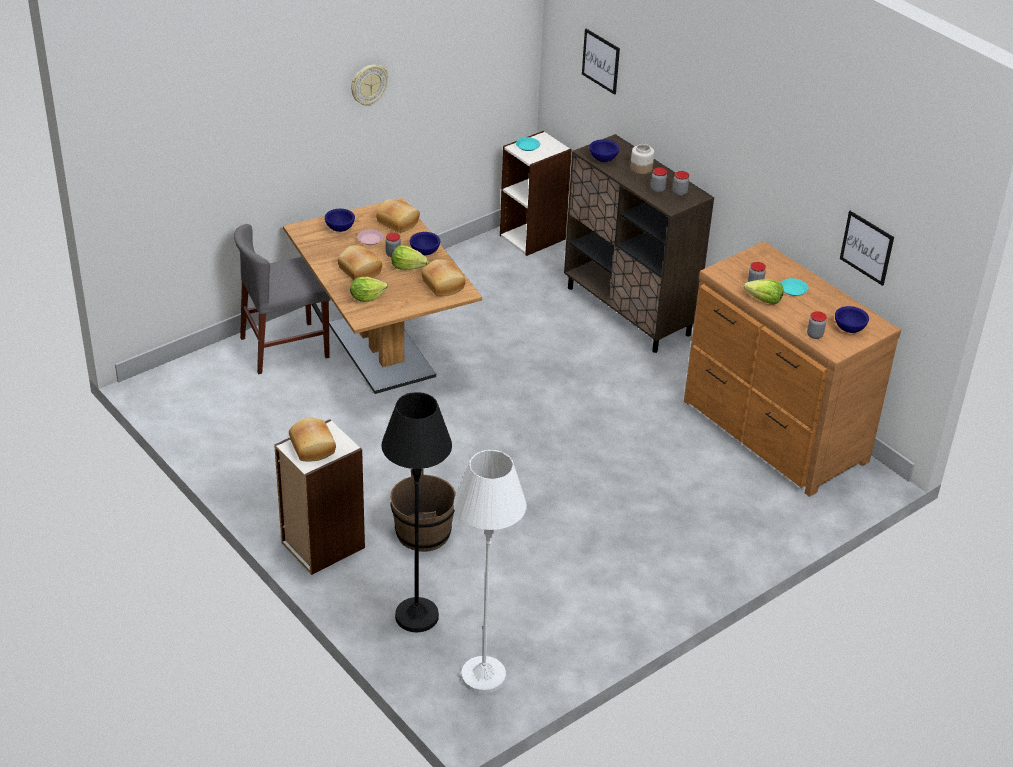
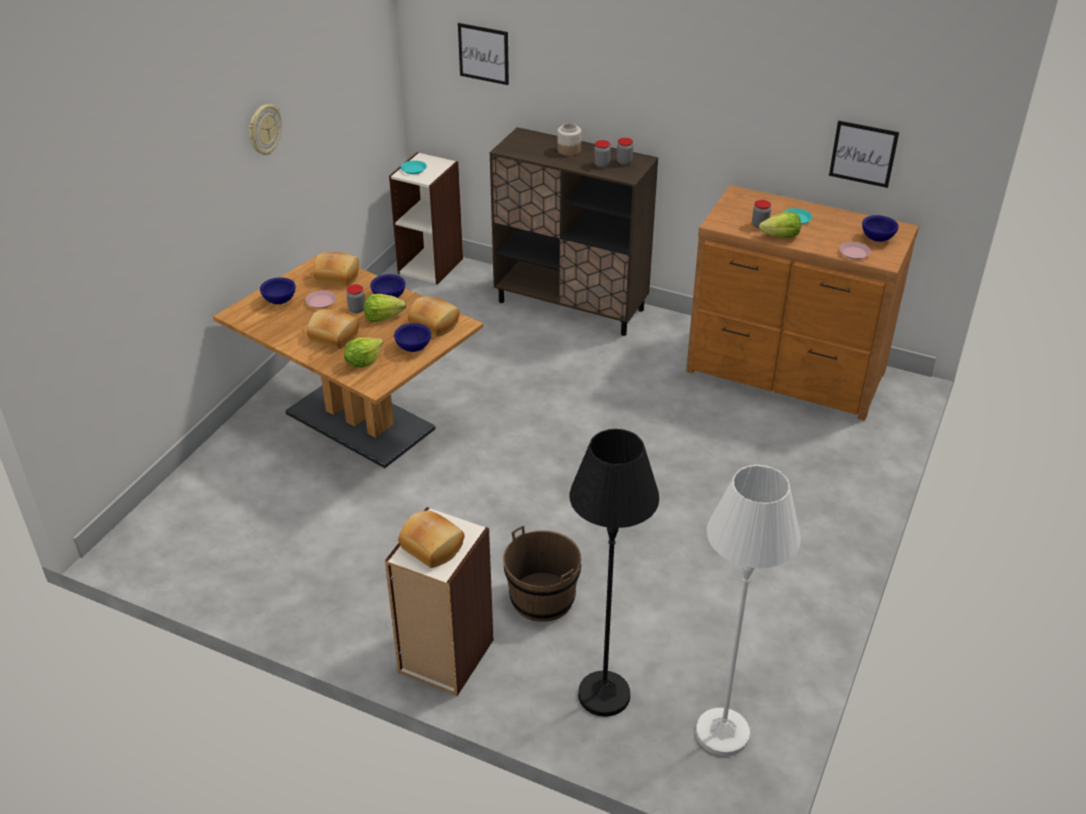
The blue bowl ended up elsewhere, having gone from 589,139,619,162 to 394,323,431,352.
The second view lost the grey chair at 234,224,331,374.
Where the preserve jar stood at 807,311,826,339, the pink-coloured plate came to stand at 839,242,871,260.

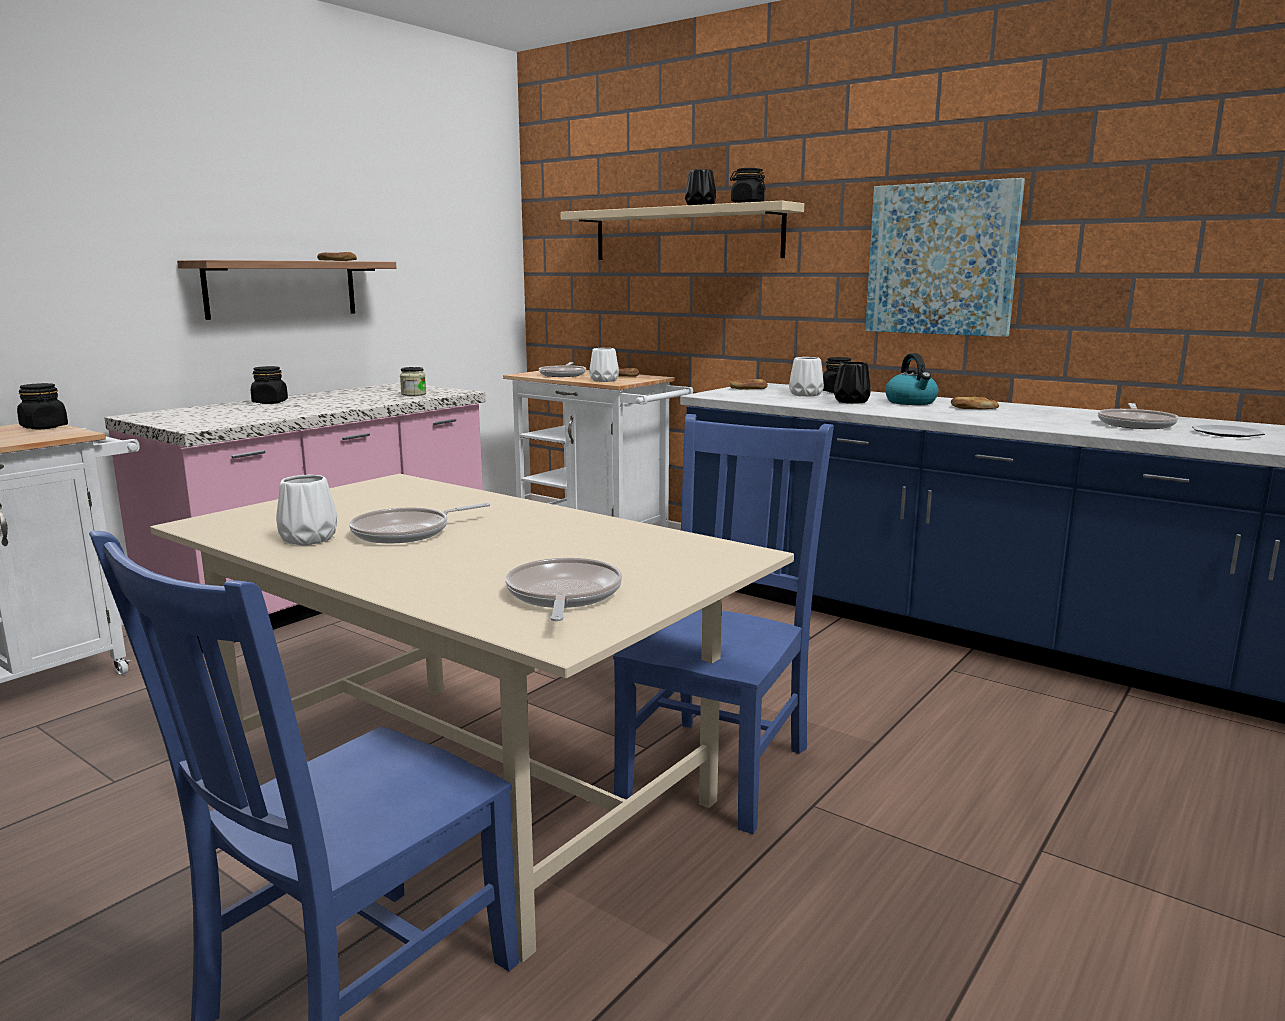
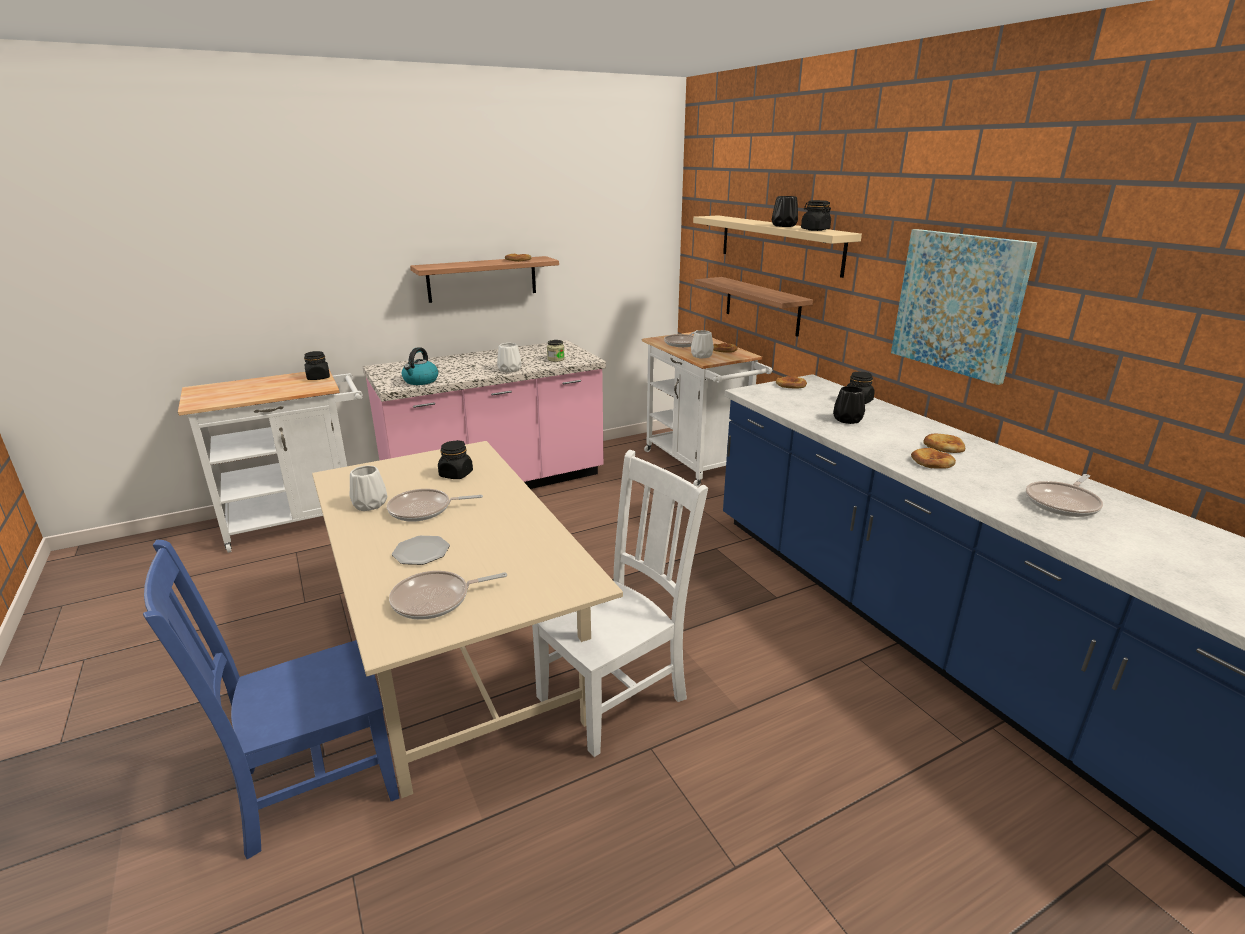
The tea kettle ended up elsewhere, having gone from 885,353,938,405 to 402,347,438,385.
The white-coloured vase ended up elsewhere, having gone from 789,357,824,396 to 497,343,522,373.
The blackish preserve jar ended up elsewhere, having gone from 251,366,288,404 to 438,440,473,479.
What was the blue chair at 613,414,834,834 turned into the white-coloured chair at 532,450,708,757.
The plate ended up elsewhere, having gone from 1192,424,1265,437 to 392,536,450,565.
The skillet at 505,558,622,621 ended up facing another way, 135 degrees counterclockwise from before.
The second view gained the shelf at 694,277,813,337.
The second view gained the bread at 911,448,956,469.

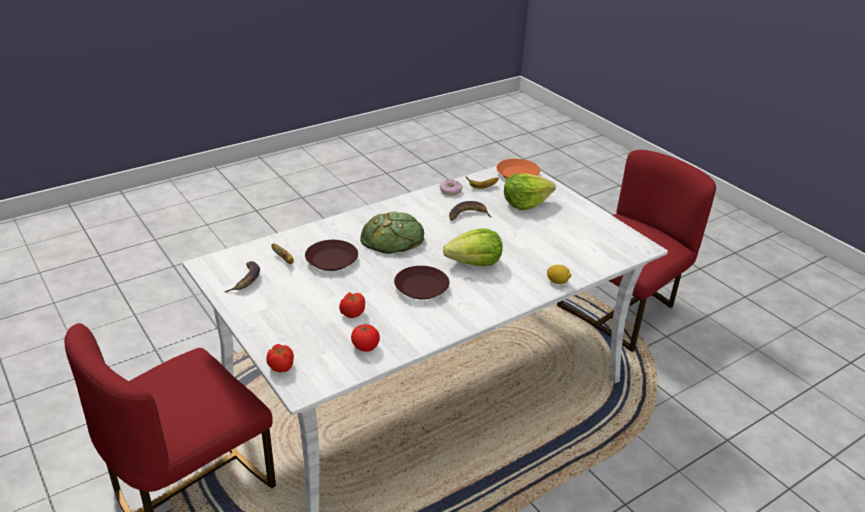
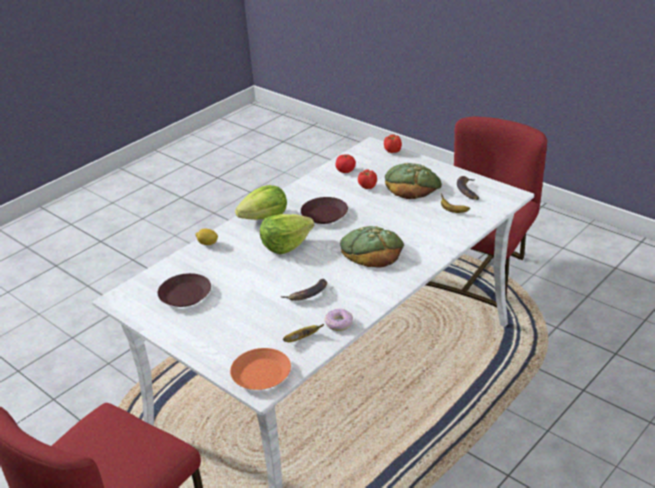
The lettuce ended up elsewhere, having gone from 504,174,556,210 to 235,185,287,220.
The brown plate ended up elsewhere, having gone from 305,240,358,271 to 158,273,211,307.
The second view gained the bread at 385,163,442,199.

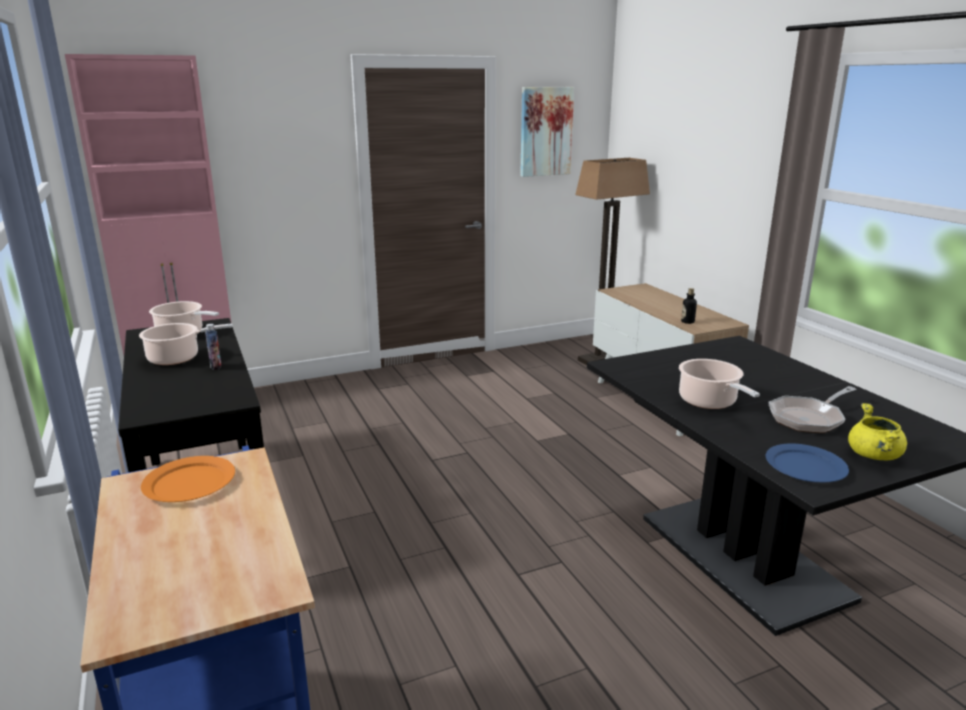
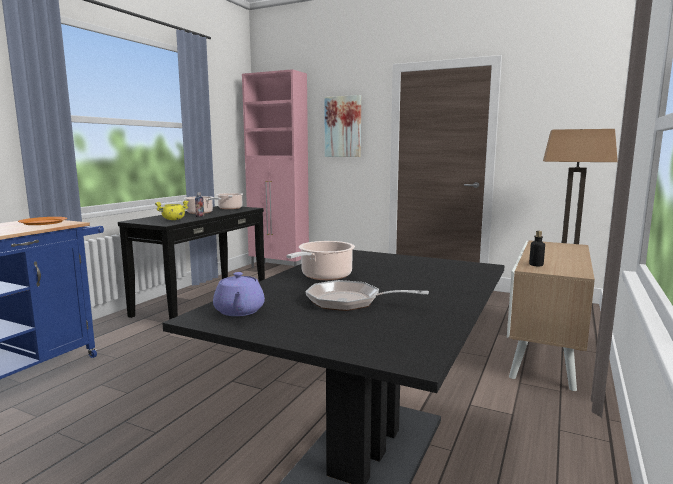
The wall picture ended up elsewhere, having gone from 520,87,574,177 to 324,95,361,157.
The yellow stockpot ended up elsewhere, having gone from 848,403,907,460 to 155,200,189,220.
Where the blue plate stood at 766,443,849,482, the purple pot for tea came to stand at 213,272,265,316.

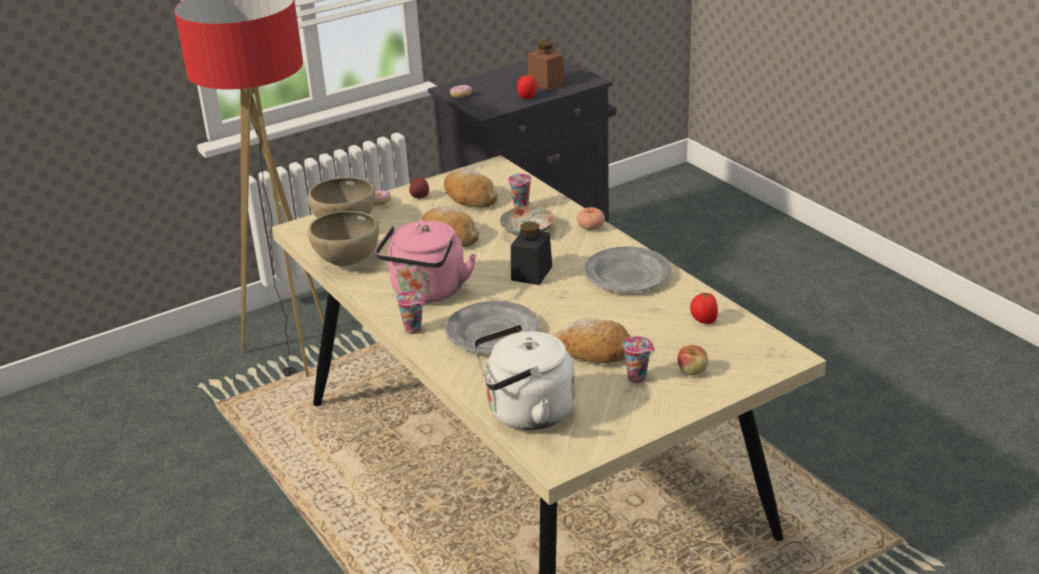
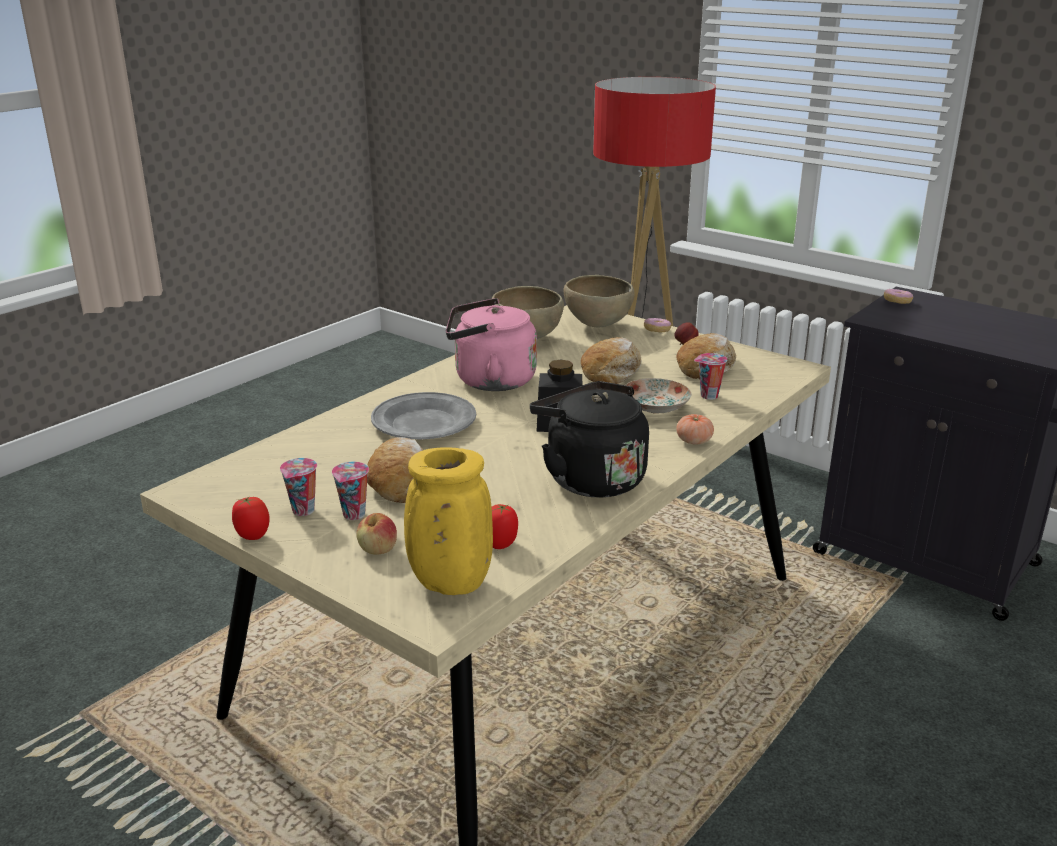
The second view lost the brown preserve jar at 528,41,565,91.
The whole tomato ended up elsewhere, having gone from 517,75,537,99 to 232,497,269,540.
Where the grey plate stood at 583,246,671,292, the blackish tea kettle came to stand at 530,381,649,498.
The small cup ended up elsewhere, having gone from 396,290,425,334 to 280,458,317,516.
The second view lost the white-coloured tea kettle at 474,325,575,430.
The second view gained the yellow vase at 404,447,493,595.

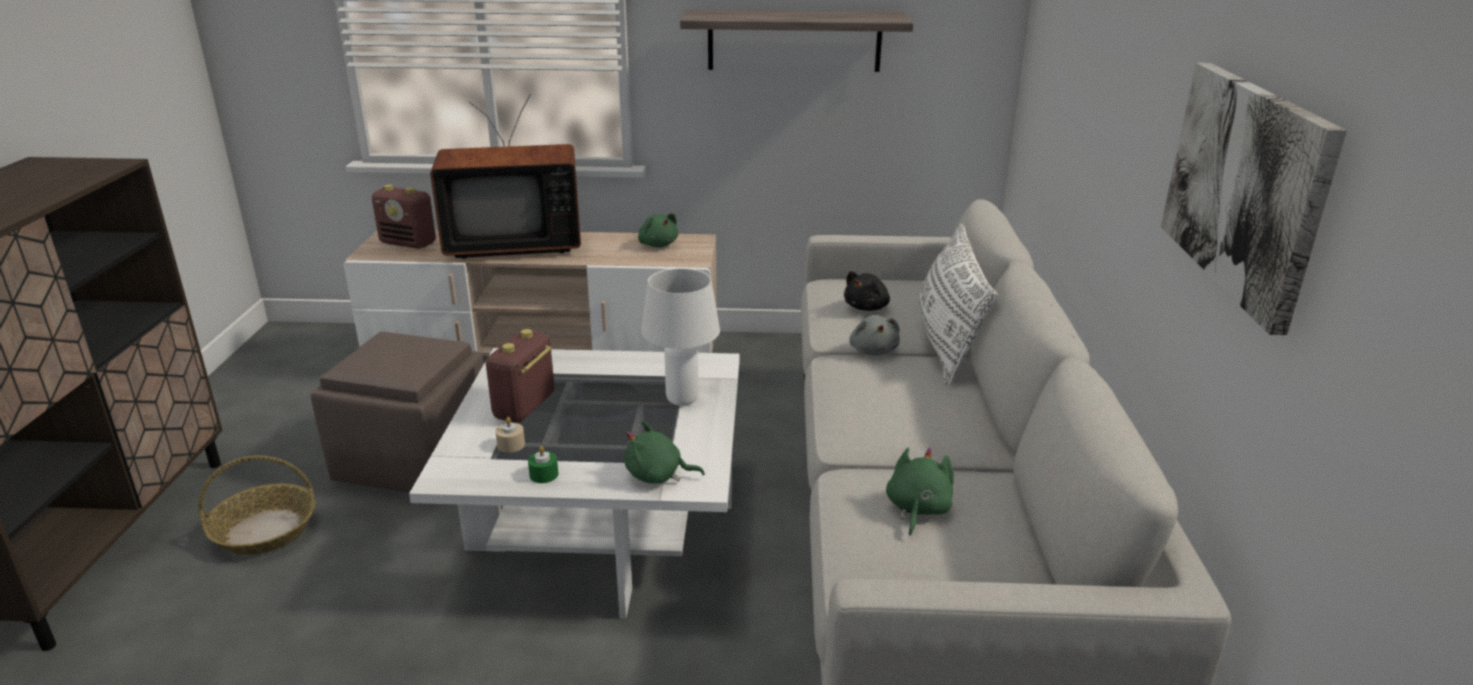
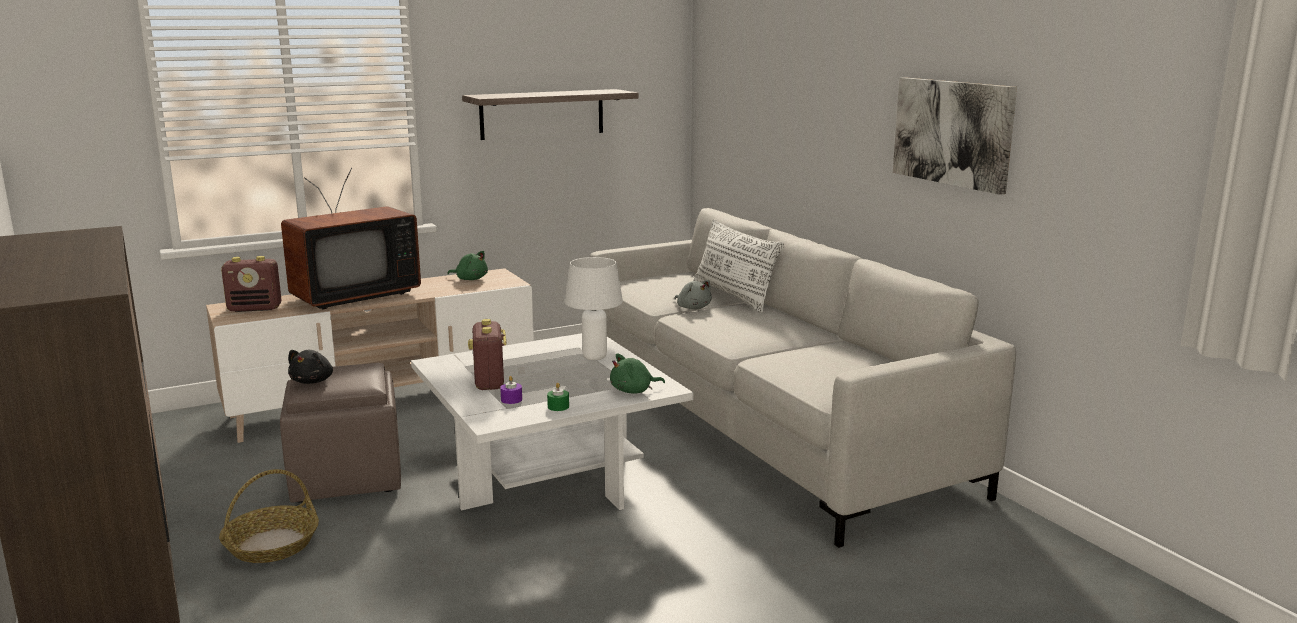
The blackish soft toy ended up elsewhere, having gone from 844,271,890,311 to 288,350,333,384.
What was the beige-coloured wax candle at 495,417,525,453 turned into the purple wax candle at 500,376,522,404.
The second view lost the green soft toy at 886,447,954,536.

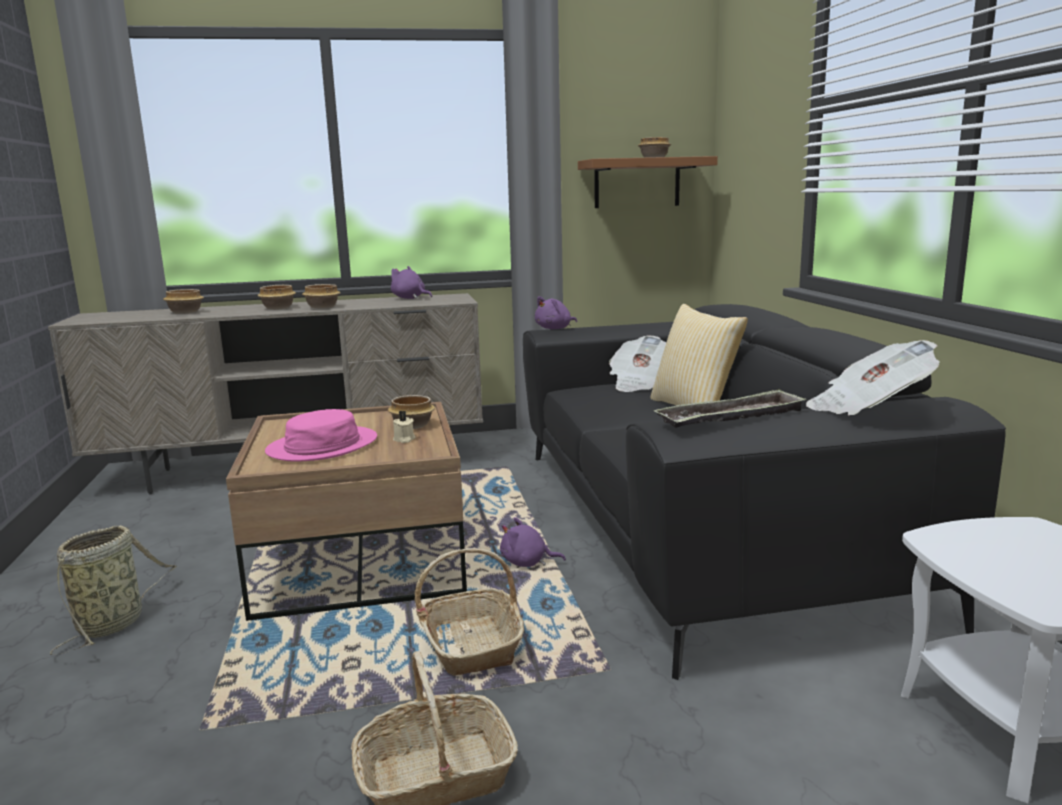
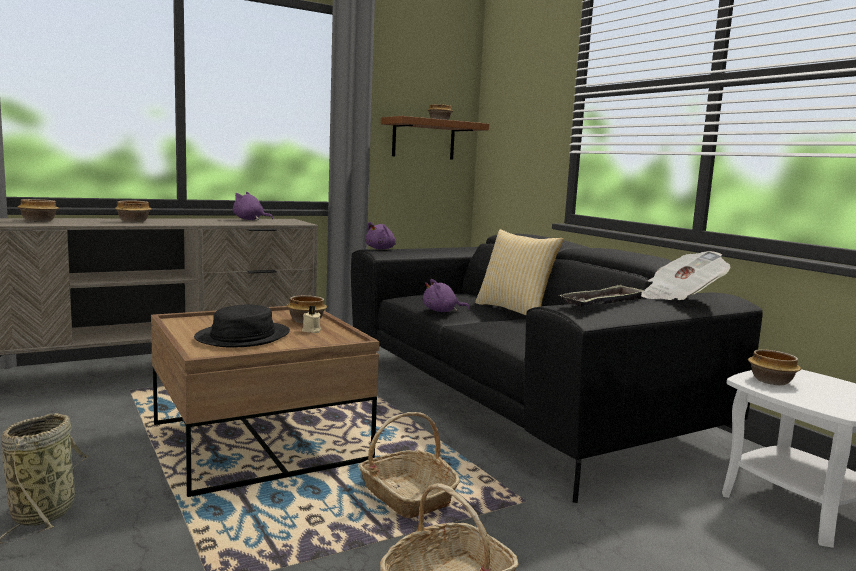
The bowl ended up elsewhere, having gone from 302,284,340,309 to 748,349,801,385.
The second view lost the daily paper at 609,335,666,392.
What was the pink-coloured wearable hat at 265,409,377,462 turned into the blackish wearable hat at 194,305,290,347.
The purple soft toy ended up elsewhere, having gone from 500,517,566,567 to 423,279,470,312.

